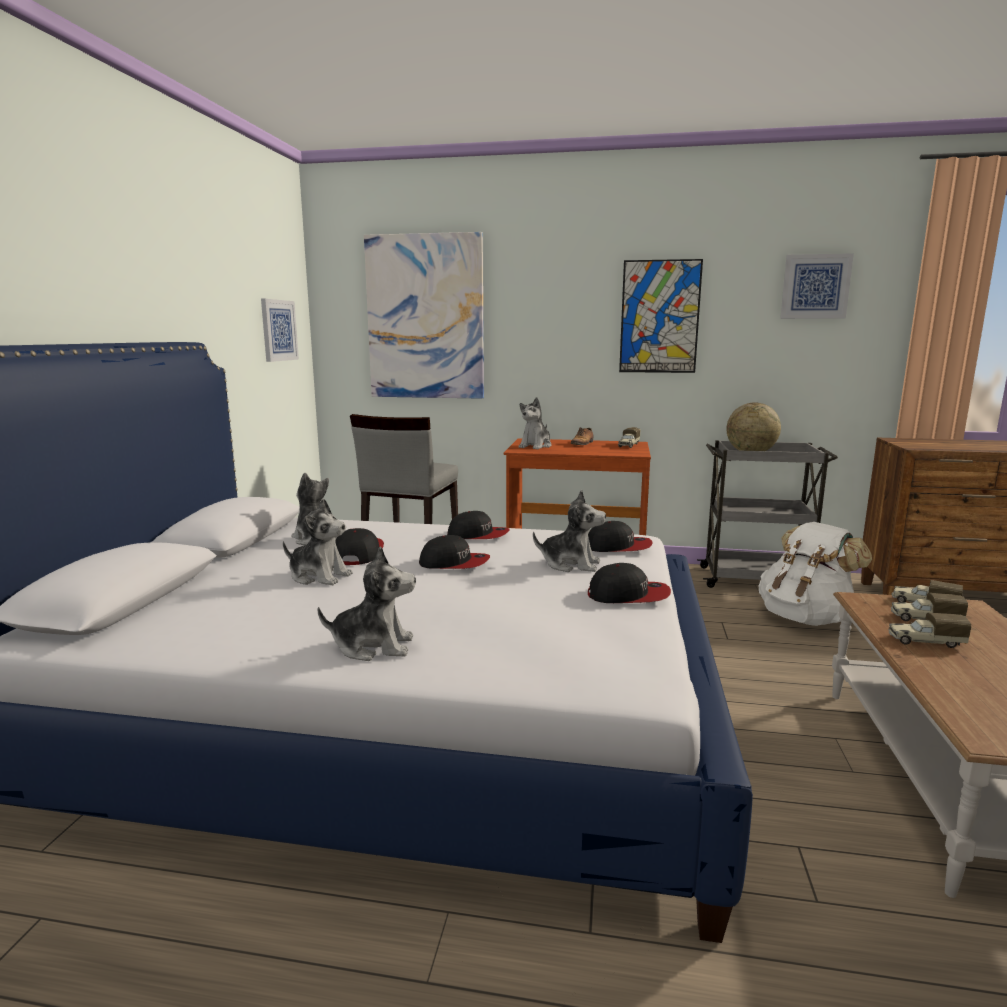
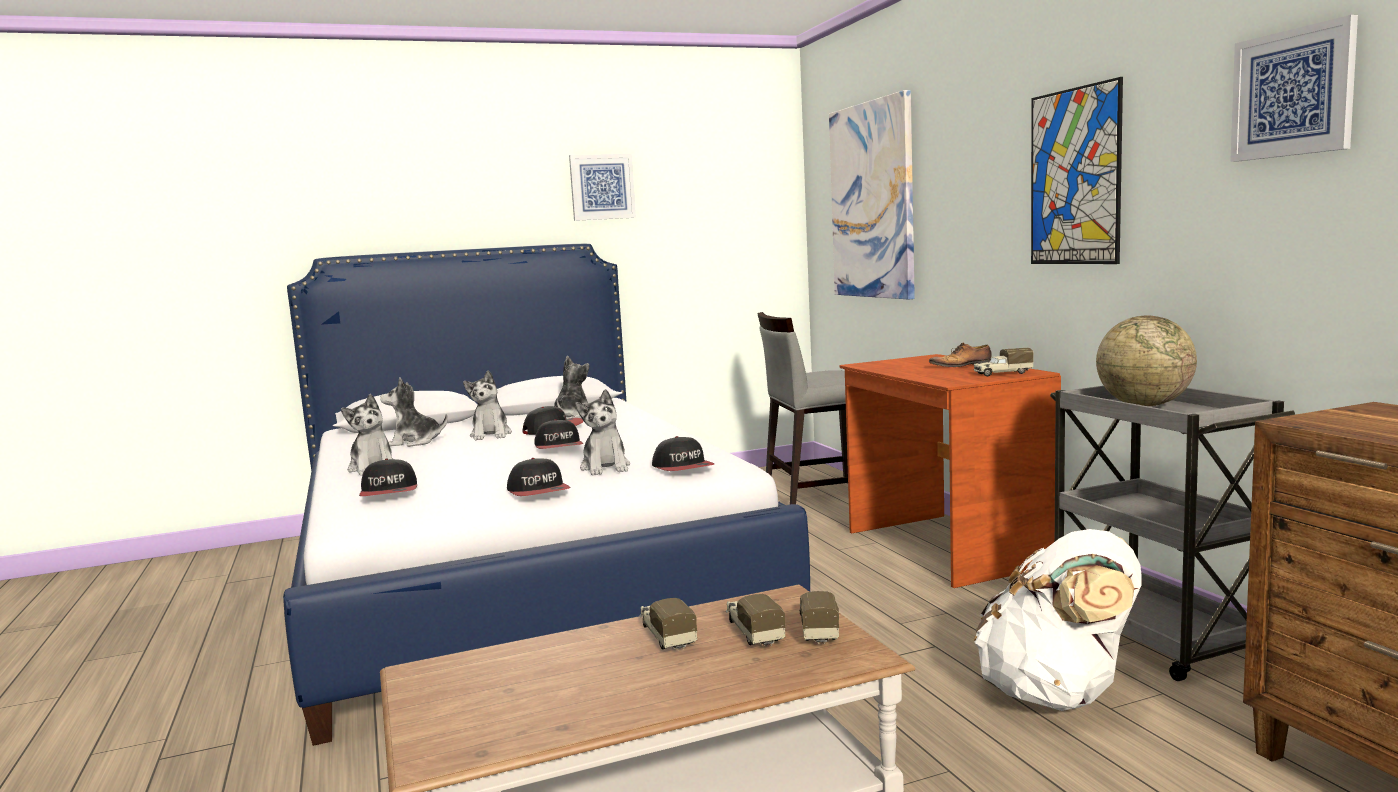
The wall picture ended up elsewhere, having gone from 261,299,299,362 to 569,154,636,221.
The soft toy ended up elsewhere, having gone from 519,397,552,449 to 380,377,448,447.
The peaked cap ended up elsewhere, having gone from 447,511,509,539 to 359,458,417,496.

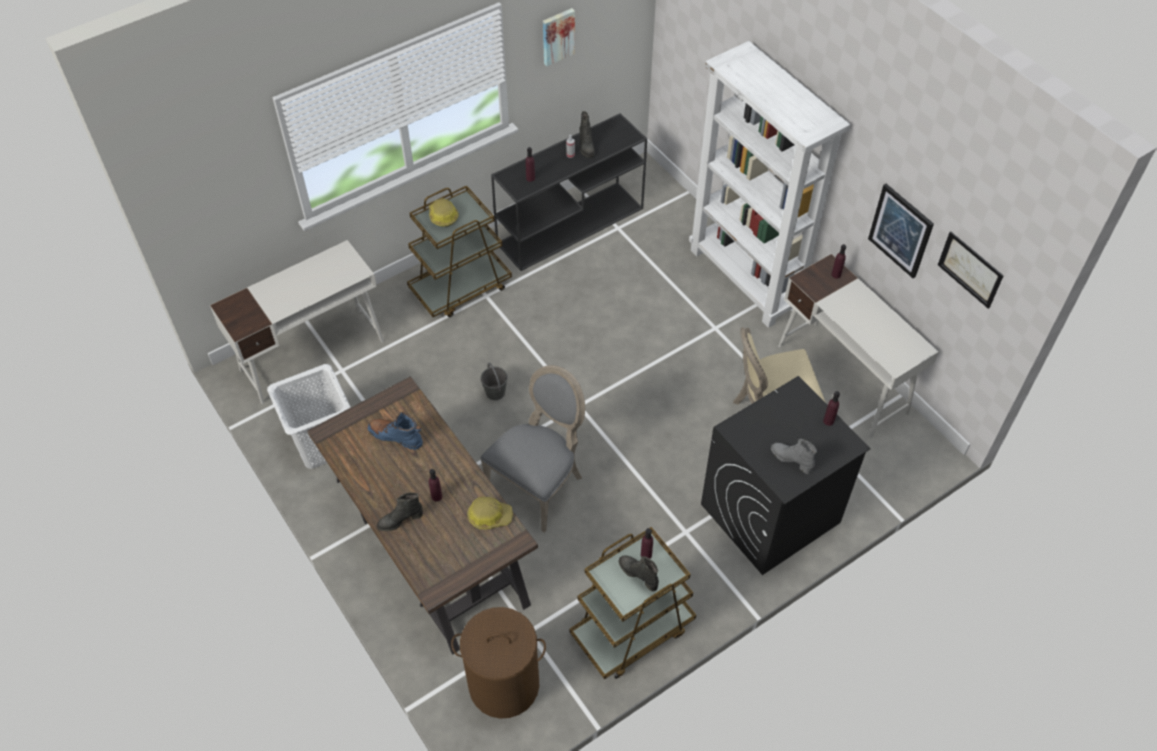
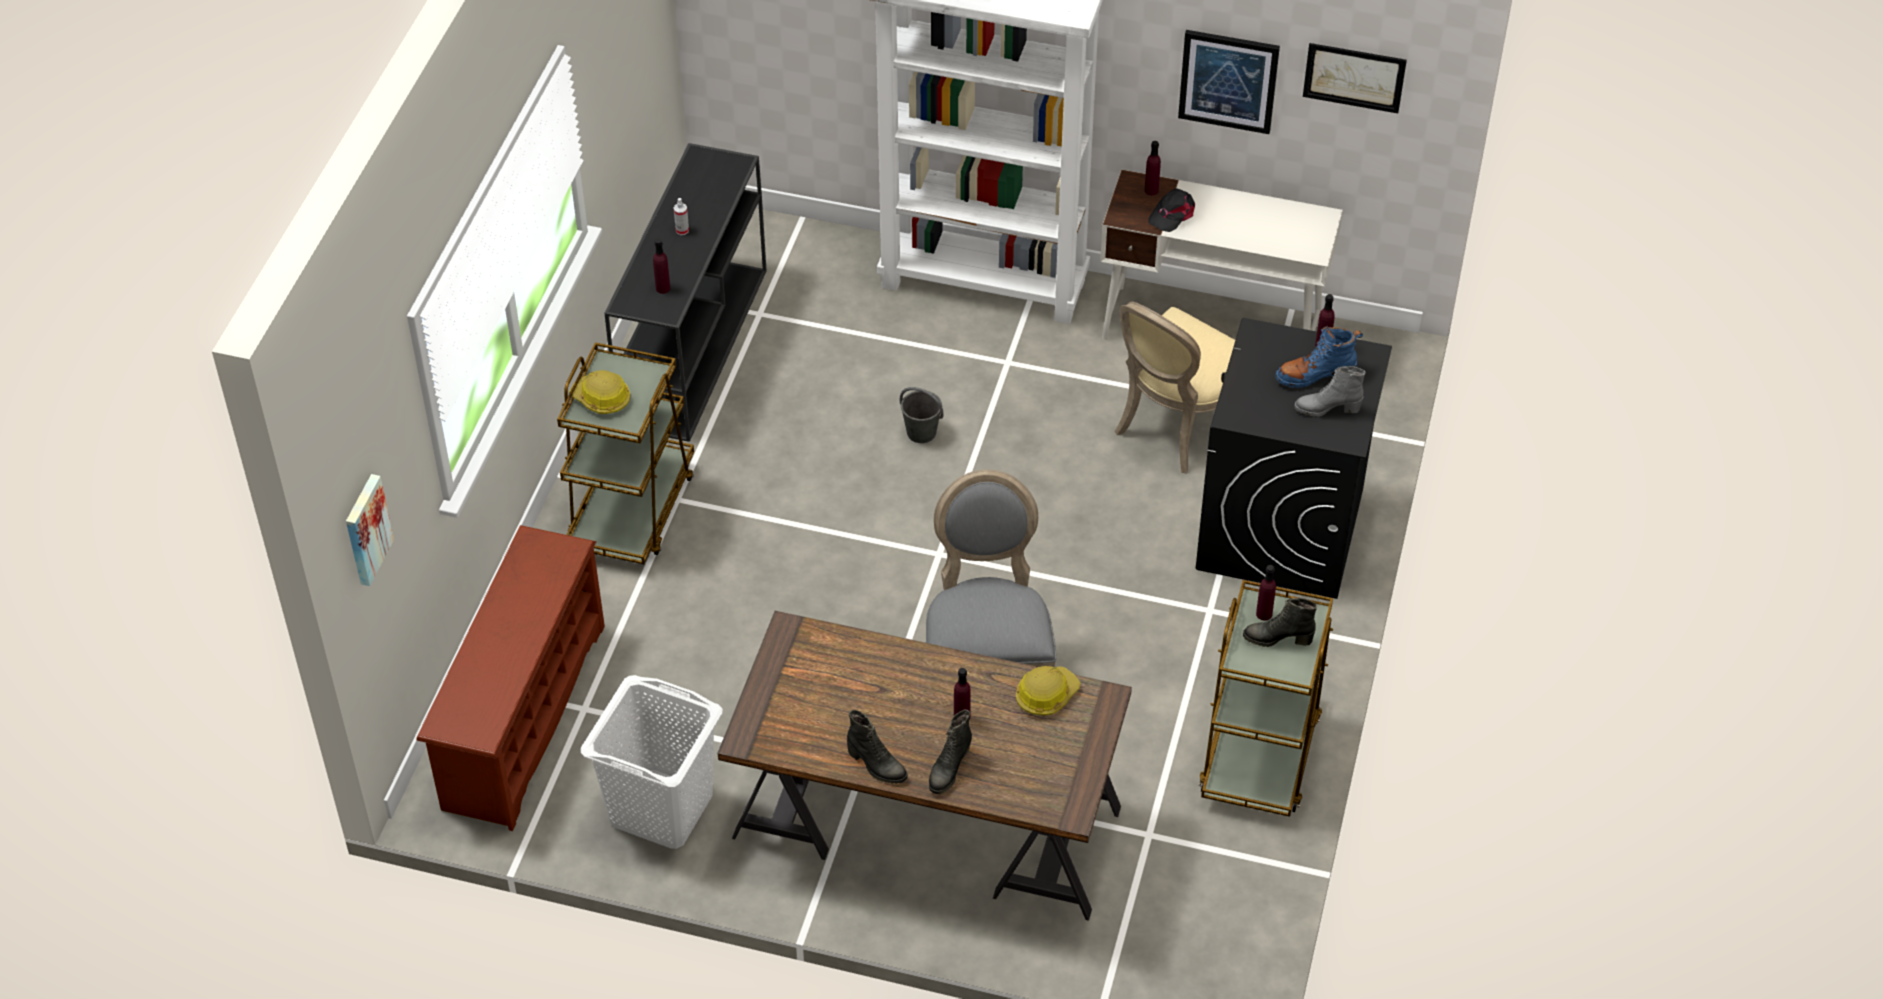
The wall picture ended up elsewhere, having gone from 543,8,575,66 to 346,474,394,586.
The blackish tall boot ended up elsewhere, having gone from 579,111,595,158 to 847,710,908,783.
Where the white-coloured desk unit stood at 210,240,384,404, the brown shoe rack came to stand at 416,525,605,831.
The grey bucket ended up elsewhere, having gone from 481,363,508,400 to 900,387,943,443.
The blue tall boot ended up elsewhere, having gone from 368,412,423,450 to 1275,326,1363,388.
The second view lost the brown hamper at 451,607,546,719.
The second view gained the blackish peaked cap at 1149,188,1195,232.

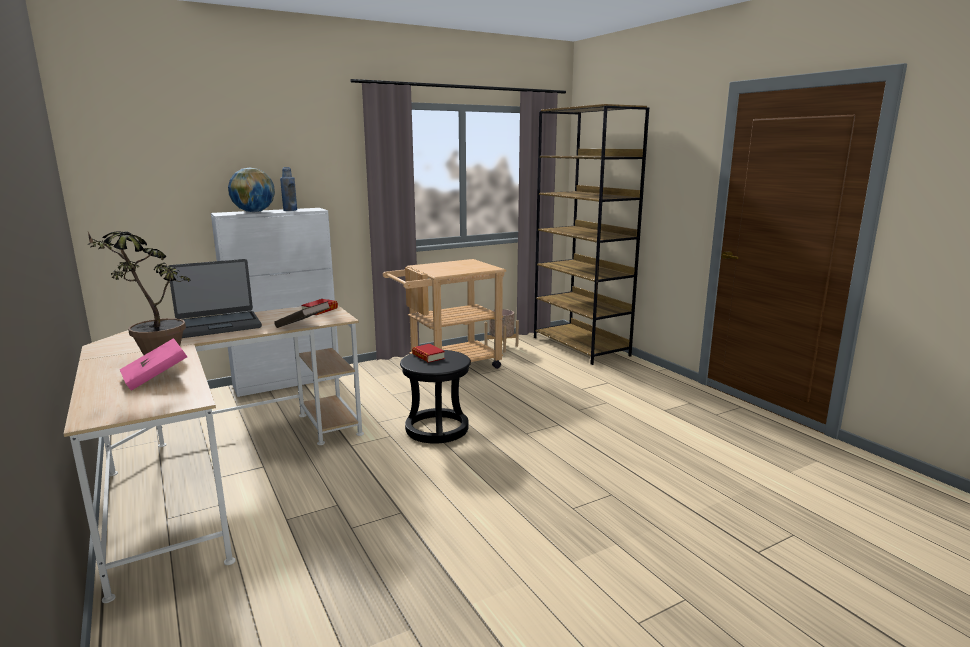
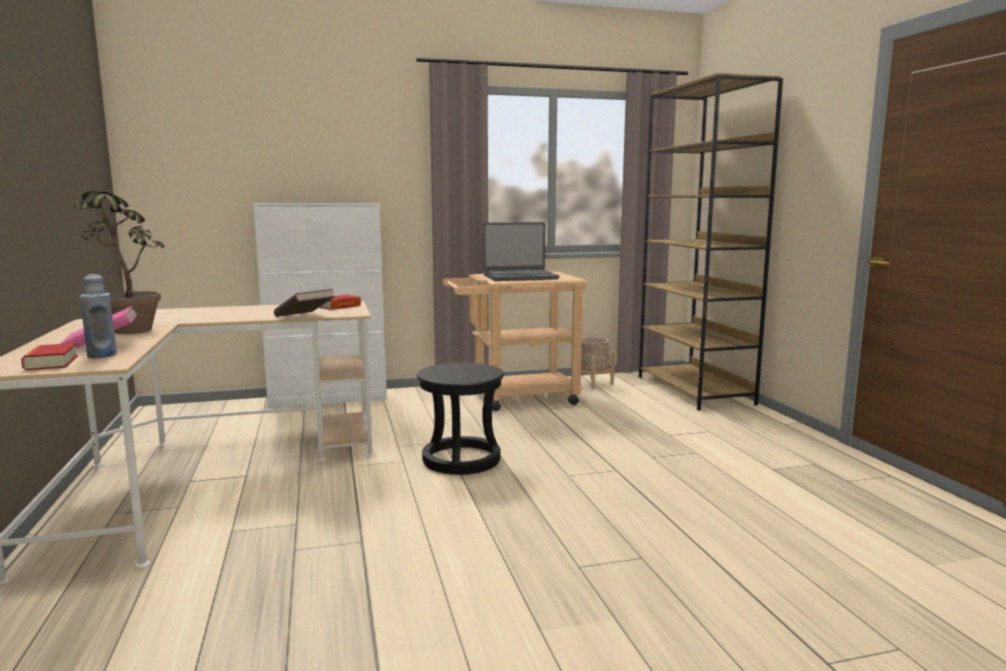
The second view lost the world globe at 228,167,275,212.
The blue beverage bottle ended up elsewhere, having gone from 280,167,297,211 to 80,274,117,358.
The portable computer ended up elsewhere, having gone from 169,259,262,338 to 483,222,559,281.
The volume ended up elsewhere, having gone from 412,344,445,363 to 21,343,78,370.

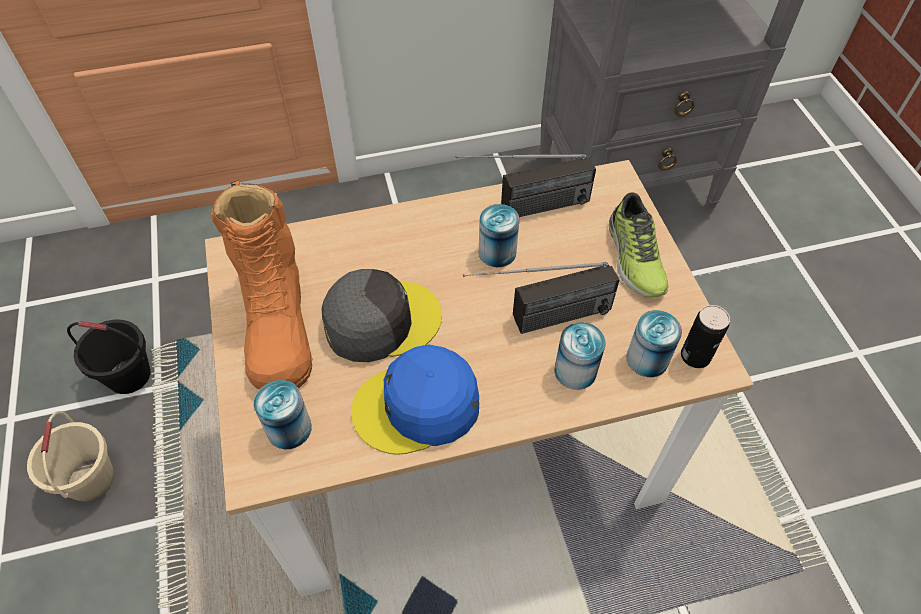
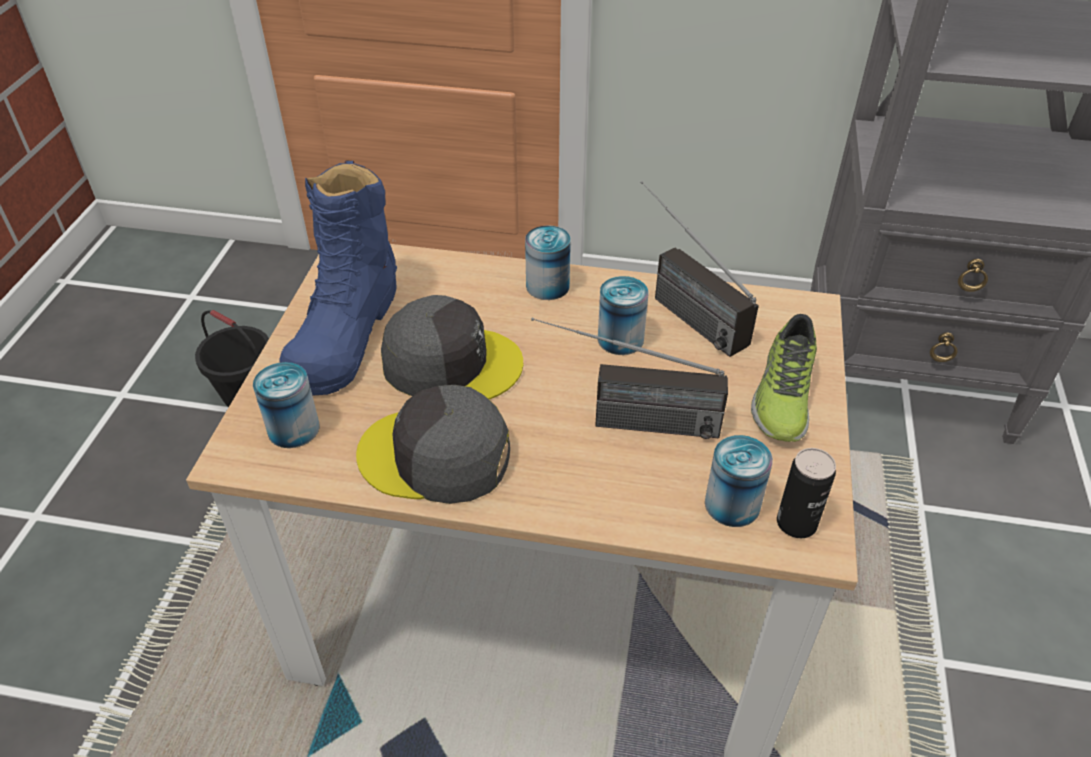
The radio set at 456,154,596,217 ended up facing another way, 45 degrees clockwise from before.
What was the orange tall boot at 211,181,313,390 turned into the blue tall boot at 279,161,397,396.
The can ended up elsewhere, having gone from 554,322,606,390 to 525,225,571,300.
What was the blue peaked cap at 351,344,479,455 turned into the grey peaked cap at 356,385,510,504.
The second view lost the beige-coloured bucket at 27,411,114,502.

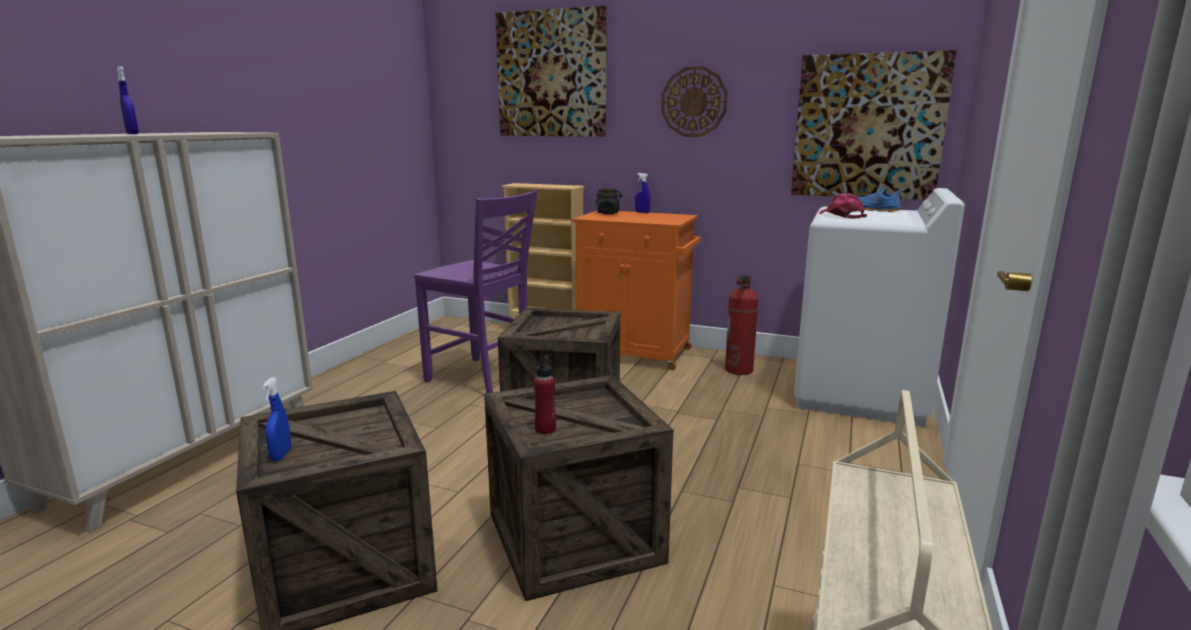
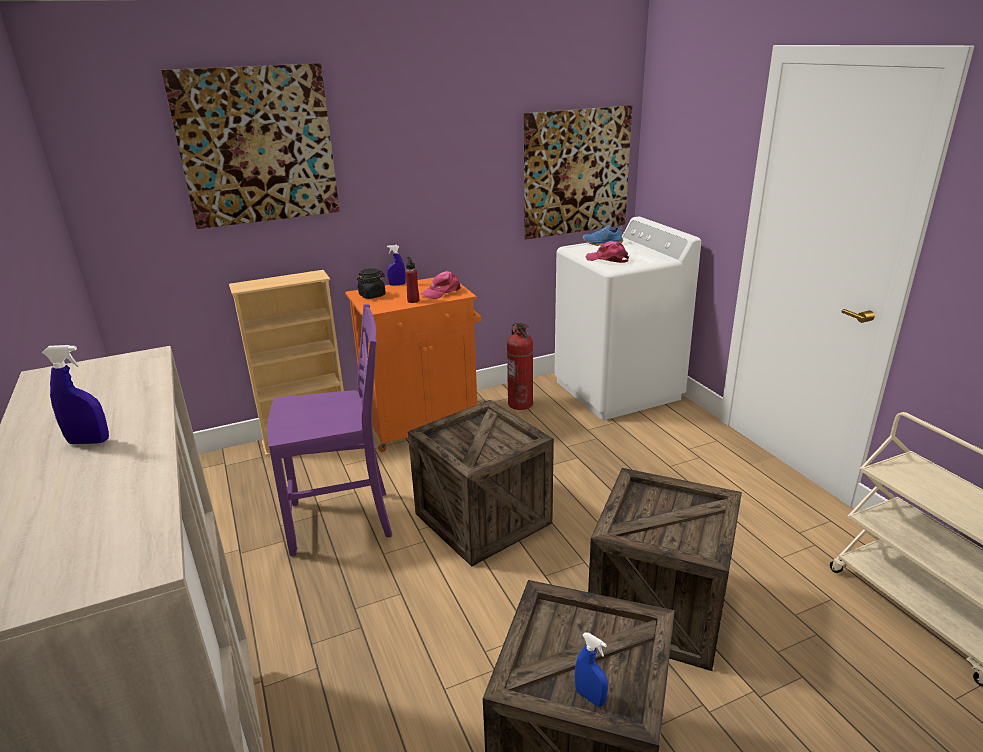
The second view lost the clock on the wall at 661,66,728,137.
The red-coloured beverage bottle ended up elsewhere, having gone from 534,355,556,434 to 405,257,419,303.
The second view gained the pink-coloured peaked cap at 420,271,461,299.

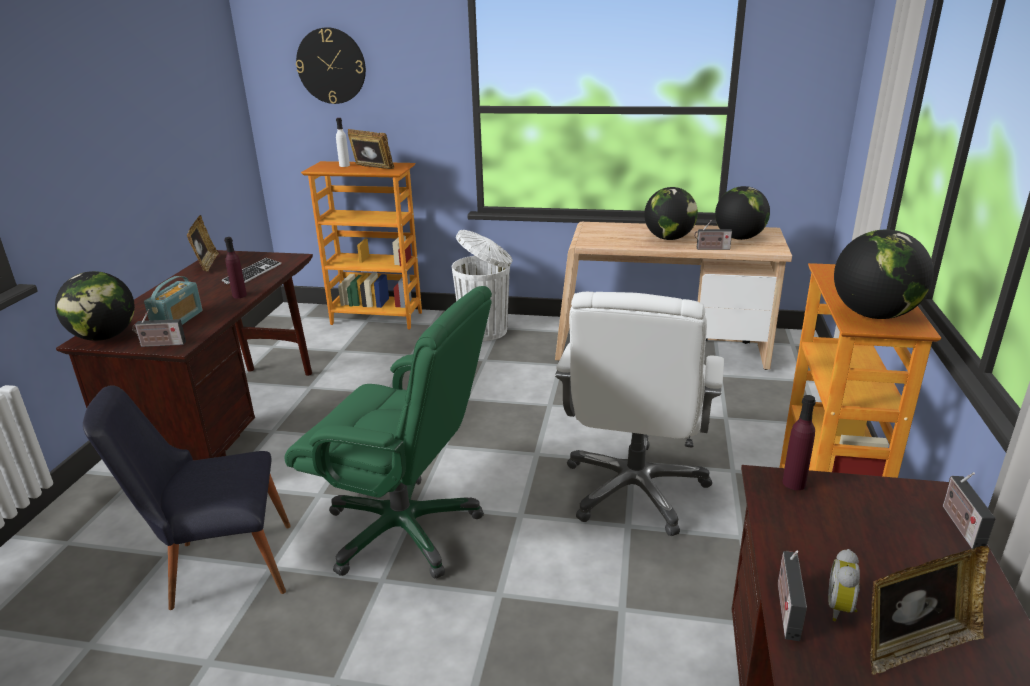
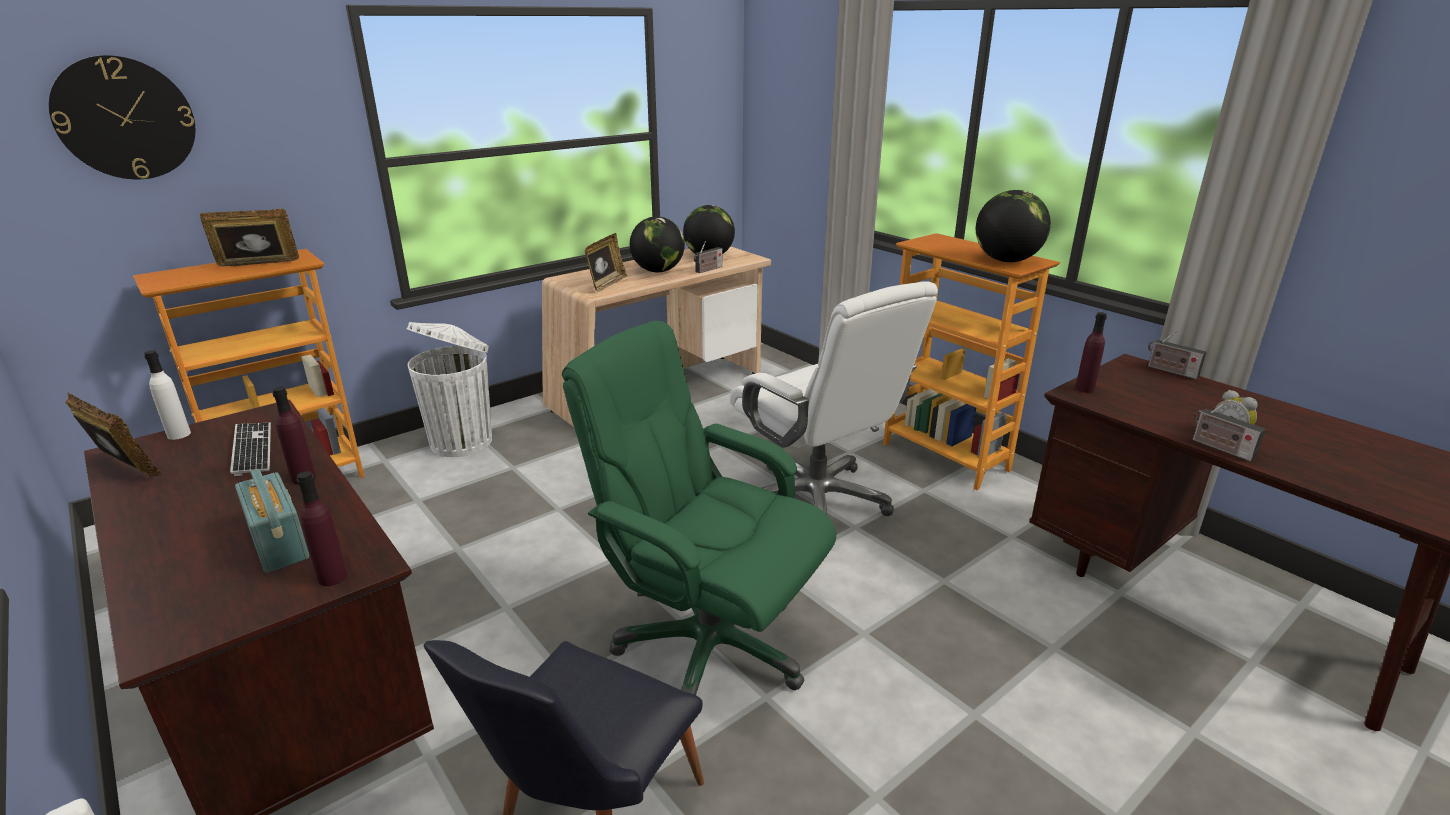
The white-coloured beverage bottle ended up elsewhere, having gone from 336,118,350,167 to 144,350,191,440.
The second view lost the world globe at 55,271,135,341.
The green computer chair at 284,286,492,579 ended up facing another way, 120 degrees counterclockwise from before.
Where the radio set stood at 132,309,186,347, the purple beverage bottle came to stand at 297,471,347,586.
The picture frame ended up elsewhere, having gone from 870,546,989,675 to 585,233,627,292.

